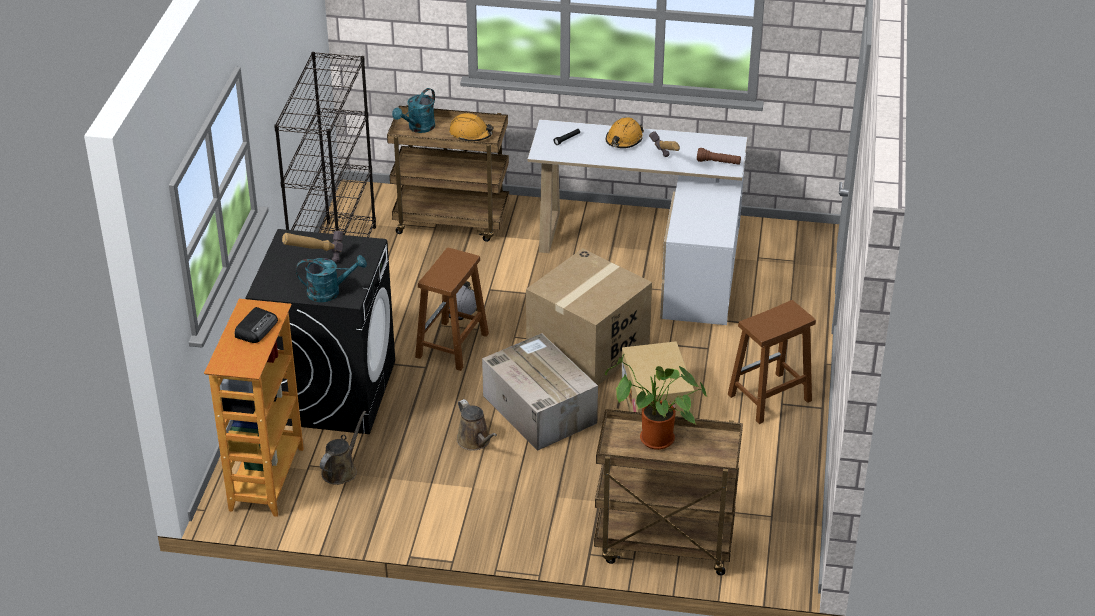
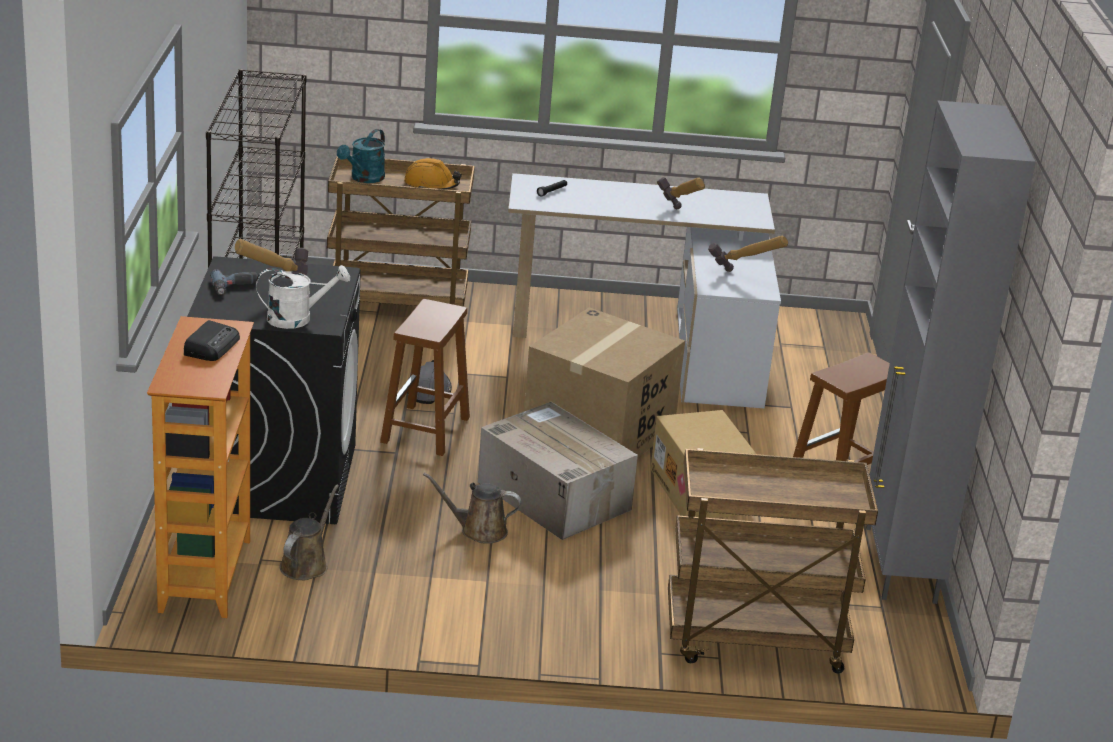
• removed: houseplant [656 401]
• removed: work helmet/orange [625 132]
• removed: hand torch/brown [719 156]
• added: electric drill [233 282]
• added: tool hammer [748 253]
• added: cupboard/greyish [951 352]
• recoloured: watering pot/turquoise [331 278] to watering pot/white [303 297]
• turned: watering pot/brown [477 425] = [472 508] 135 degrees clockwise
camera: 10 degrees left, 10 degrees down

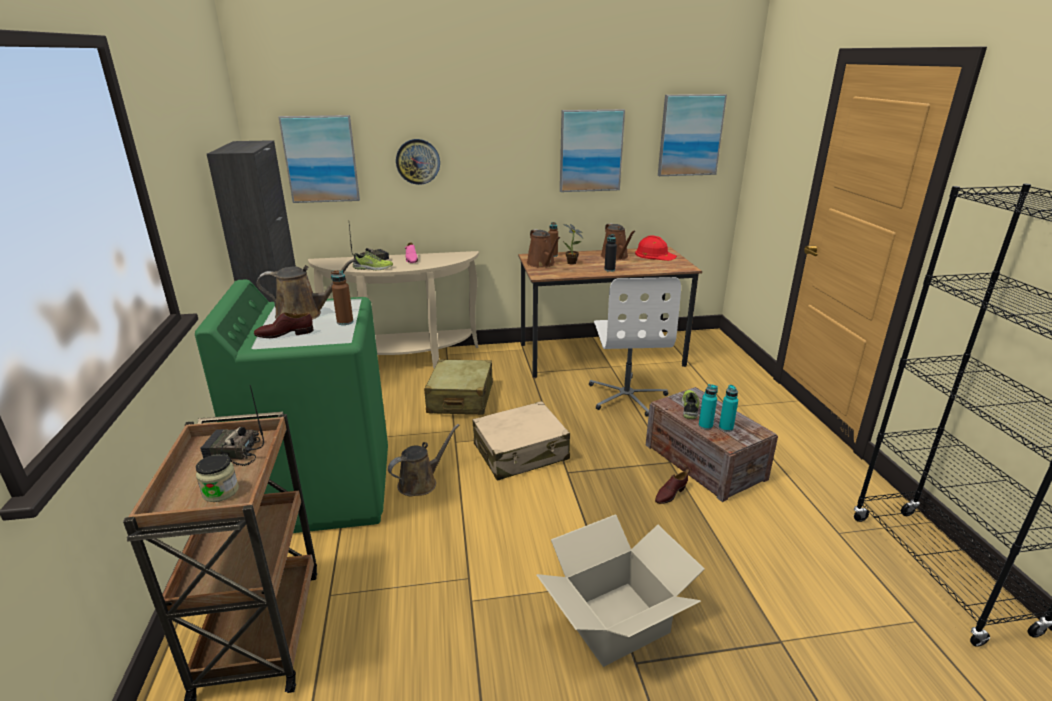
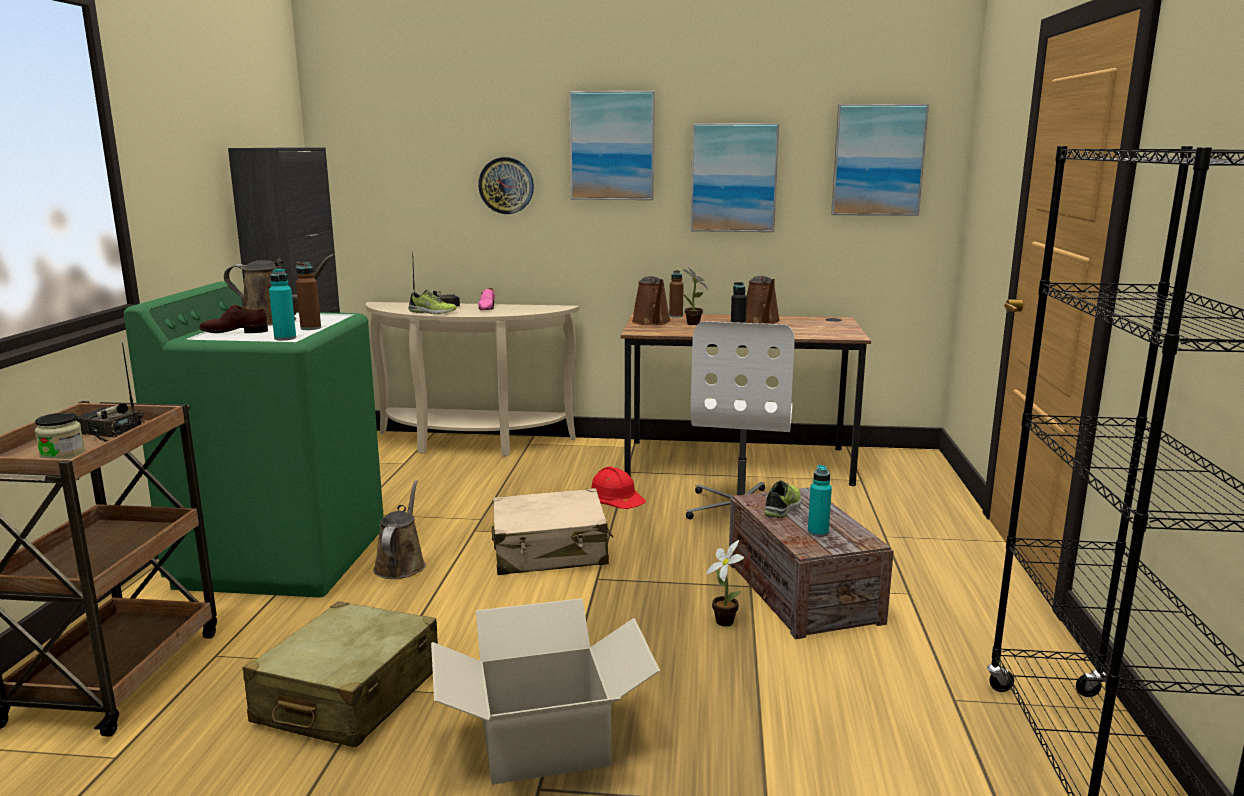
• moved: wall art [319 159] to [612 145]
• moved: travel case/beige [458 387] to [340 674]
• moved: work helmet/reddish [656 248] to [618 487]
• moved: drink bottle/turquoise [708 407] to [282 304]
• replaced: low shoe/brown [671 487] to houseplant [725 583]
• turned: watering pot/brown [423 460] = [399 529] 60 degrees counterclockwise
camera: 15 degrees right, 10 degrees down

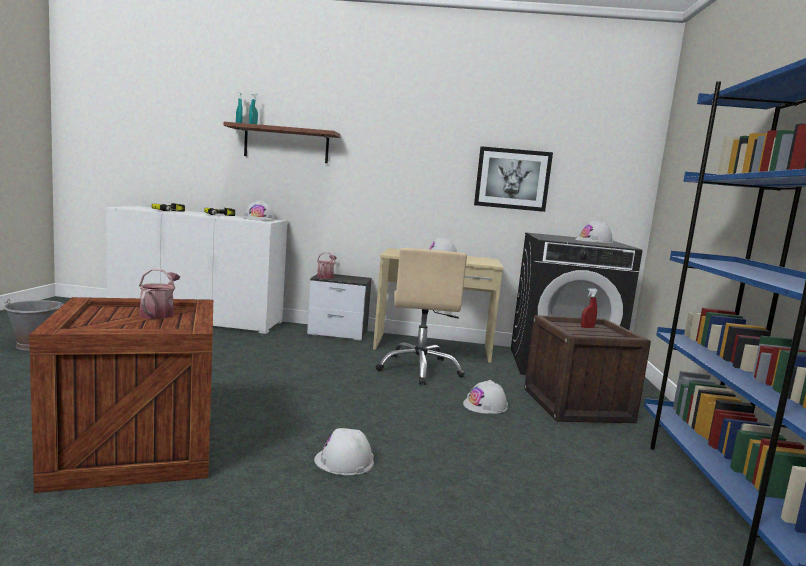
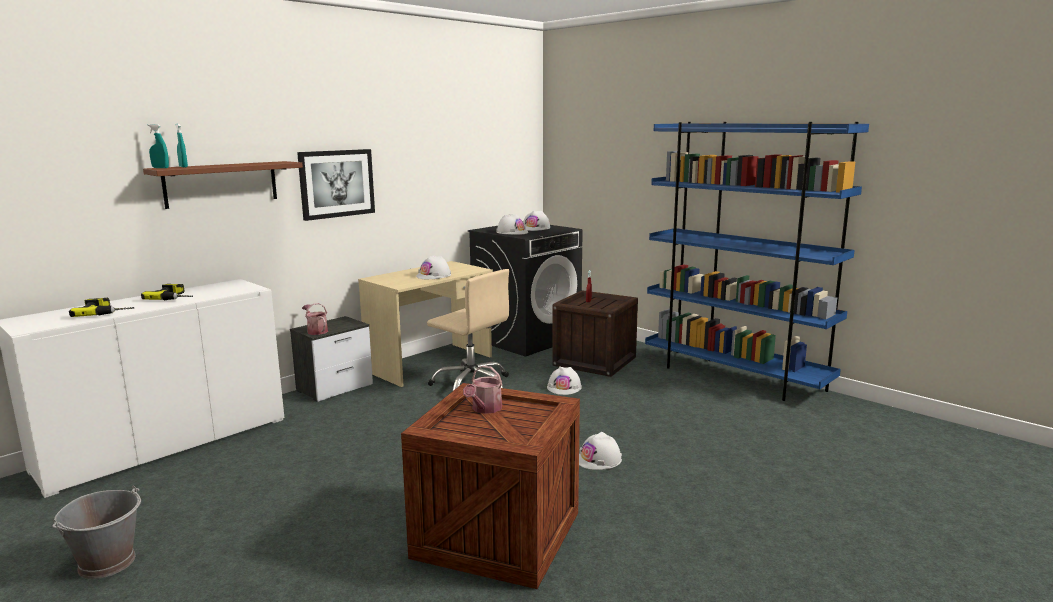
• moved: work helmet/white [259 210] to [512 224]
• moved: wall art [513 179] to [336 185]
• turned: watering pot [159 294] = [482 389] 105 degrees counterclockwise
camera: 50 degrees left, 5 degrees up

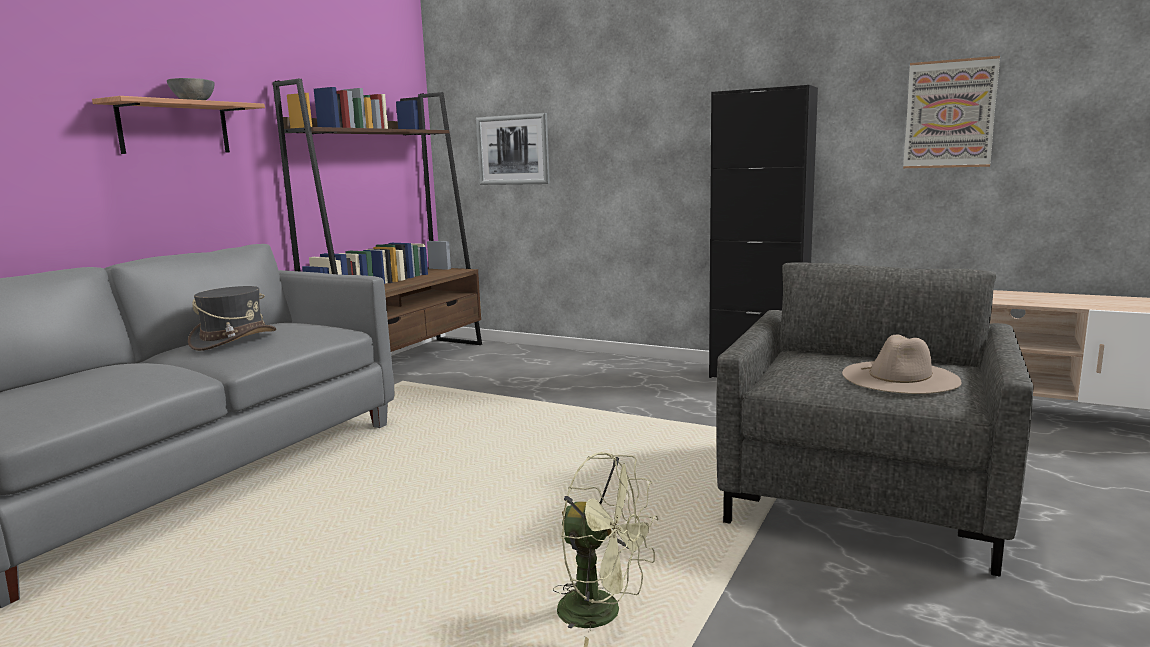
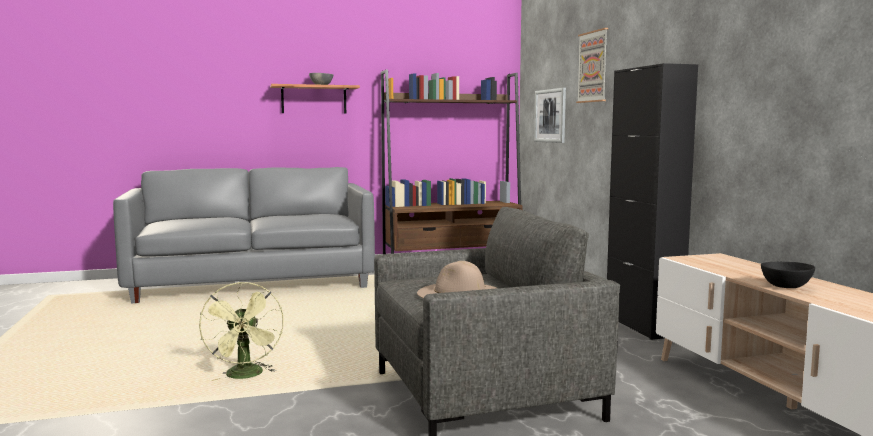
• removed: clothing hat/greyish [232 318]
• added: serving bowl/black [788 275]
• moved: wall art [951 112] to [592 65]
camera: 45 degrees right, 5 degrees down

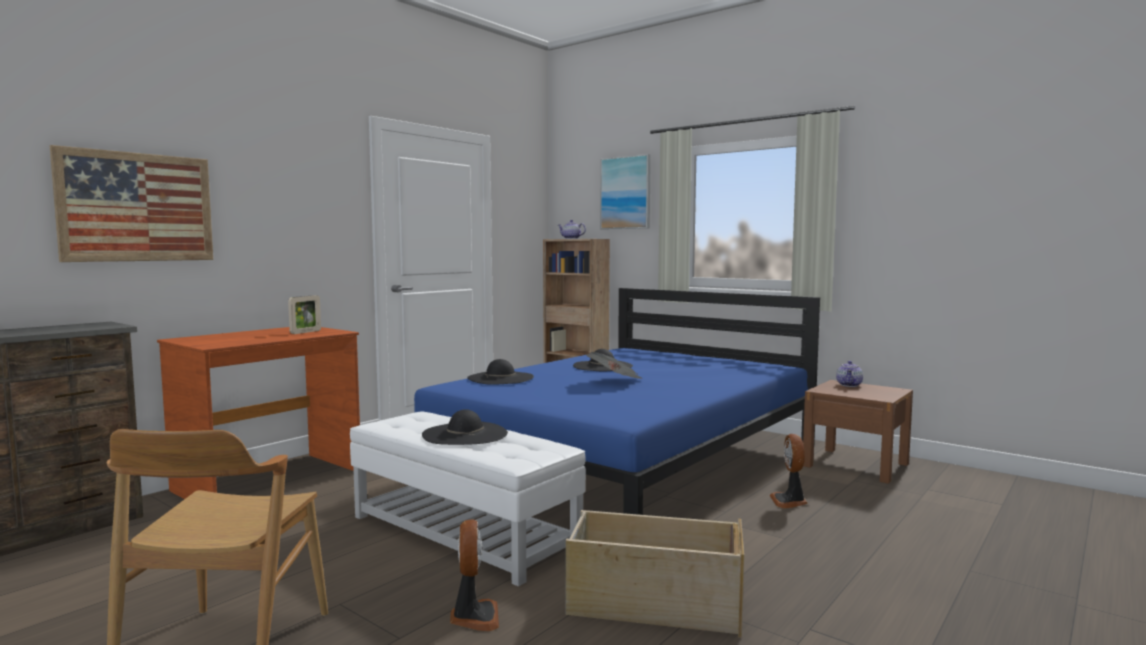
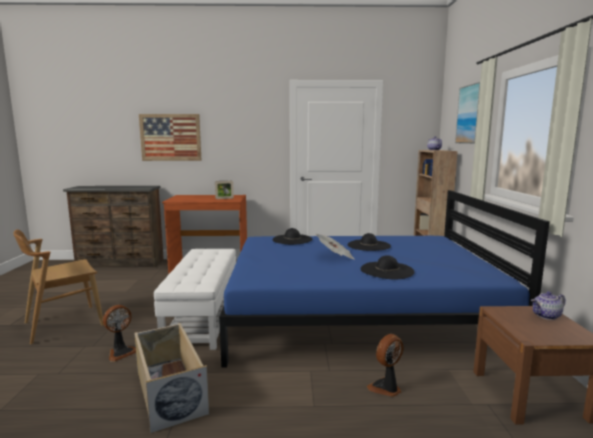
• moved: clothing hat/black [465 427] to [387 267]
camera: 50 degrees right, 5 degrees up

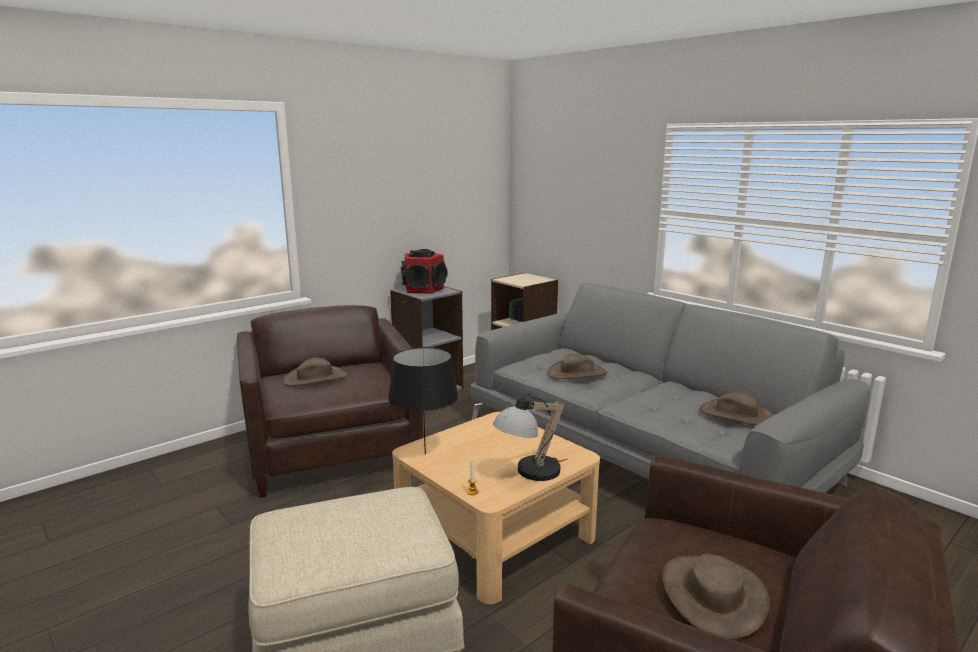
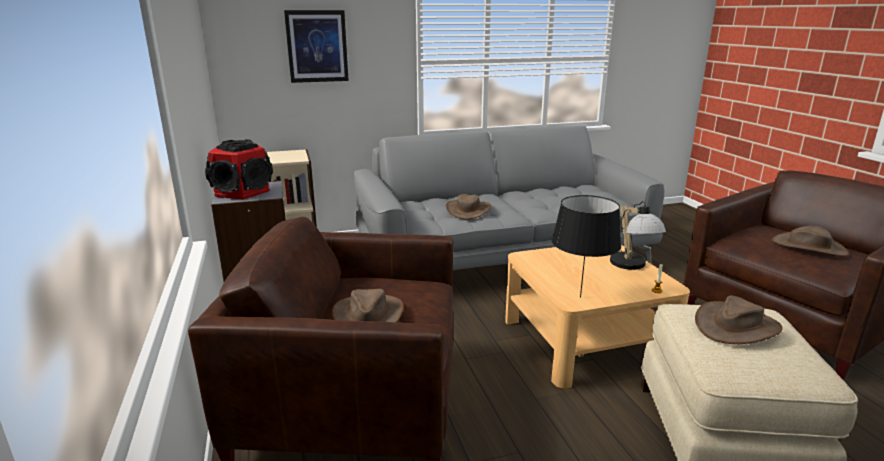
• added: wall art [316 46]
• moved: clothing hat/brown [736 409] to [739 320]
camera: 65 degrees left, 5 degrees up

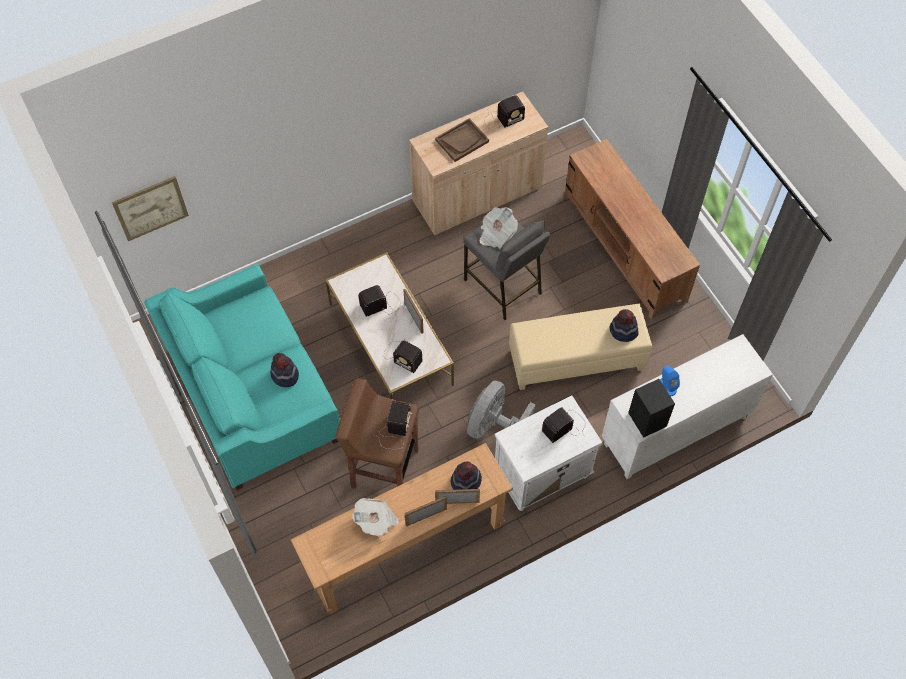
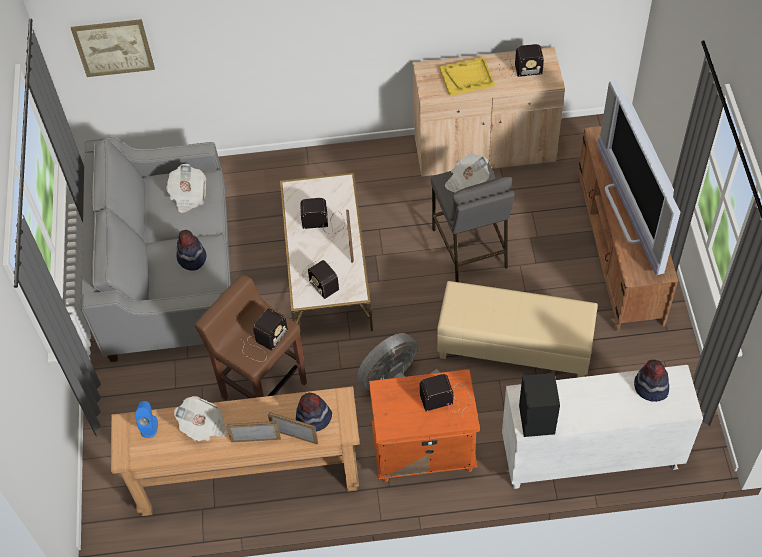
• added: newspaper [186 188]
• added: television [638 177]
• moved: clothing hat [624 325] to [651 381]
• moved: speaker/blue-coloured [670 381] to [146 419]
• recoloured: sofa/turquoise [242 377] to sofa/greyish [156 249]
• recoloured: tray/brown [462 140] to tray/yellow [467 76]
• recoloured: nightstand/white [548 453] to nightstand/orange [424 425]
camera: 25 degrees right, 5 degrees down

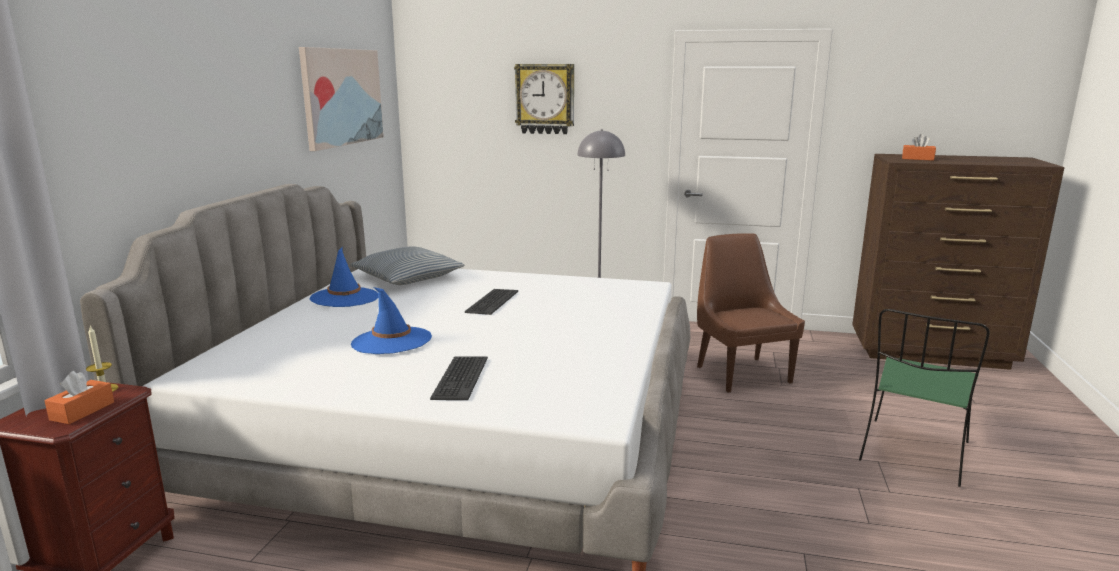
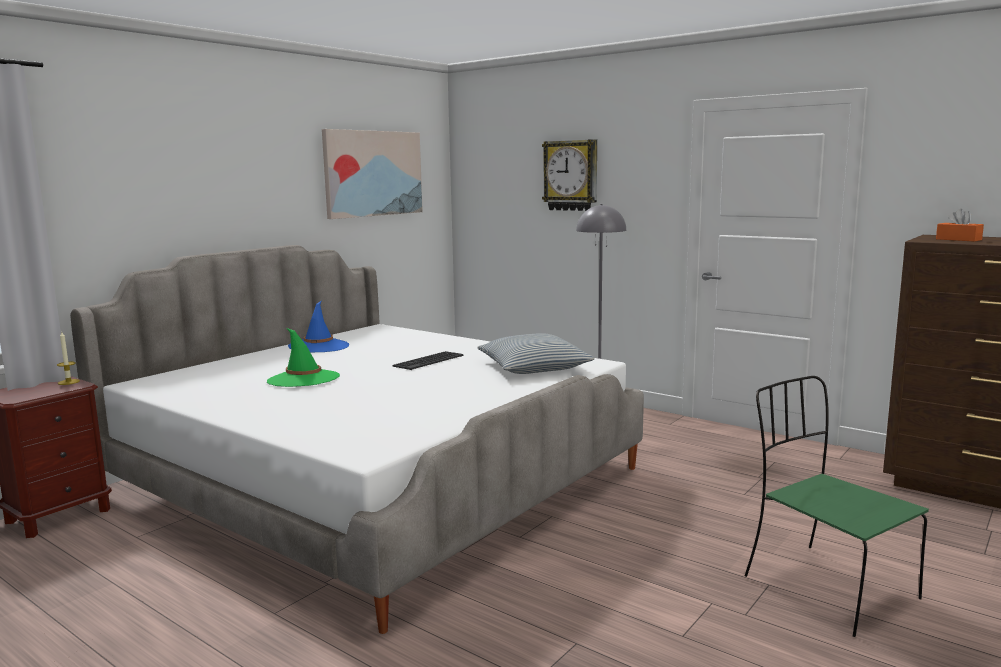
• removed: tissue holder/orange [79 397]
• removed: keyboard [459 378]
• removed: plain chair/brown [751 313]
• moved: pillow [407 265] to [536 353]
• recoloured: clothing hat/blue-coloured [391 320] to clothing hat/greenish [303 357]
• turned: plain chair/greenish [924 398] = [837 506] 90 degrees clockwise
camera: 25 degrees right, 5 degrees down

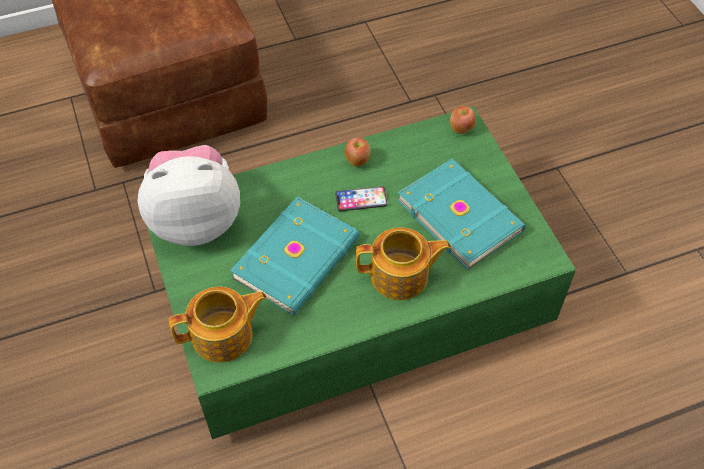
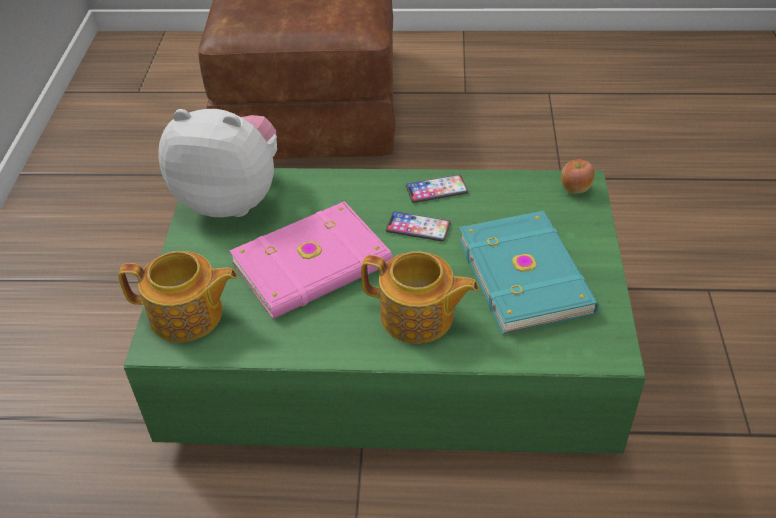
• replaced: apple [357 152] to handset [437 188]
• recoloured: volume/turquoise [295 256] to volume/pink [311 260]
camera: 25 degrees right, 10 degrees down

